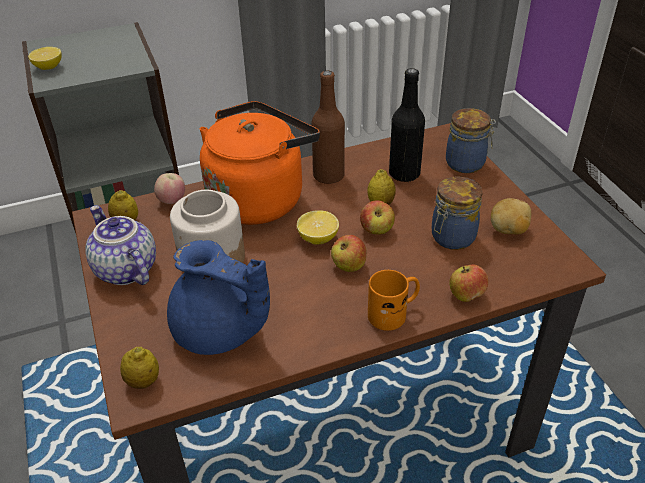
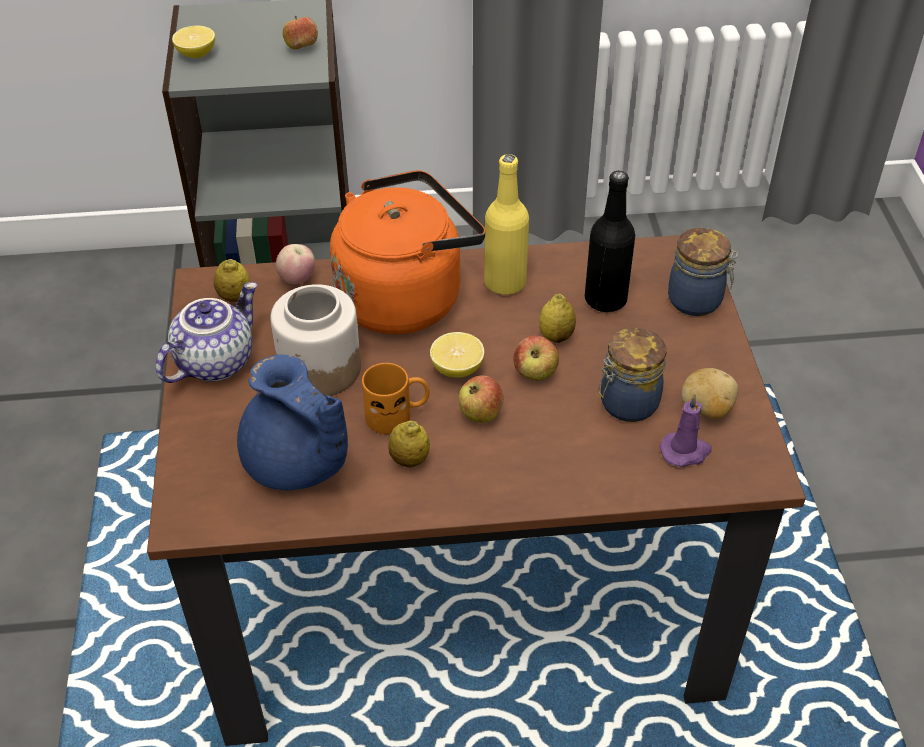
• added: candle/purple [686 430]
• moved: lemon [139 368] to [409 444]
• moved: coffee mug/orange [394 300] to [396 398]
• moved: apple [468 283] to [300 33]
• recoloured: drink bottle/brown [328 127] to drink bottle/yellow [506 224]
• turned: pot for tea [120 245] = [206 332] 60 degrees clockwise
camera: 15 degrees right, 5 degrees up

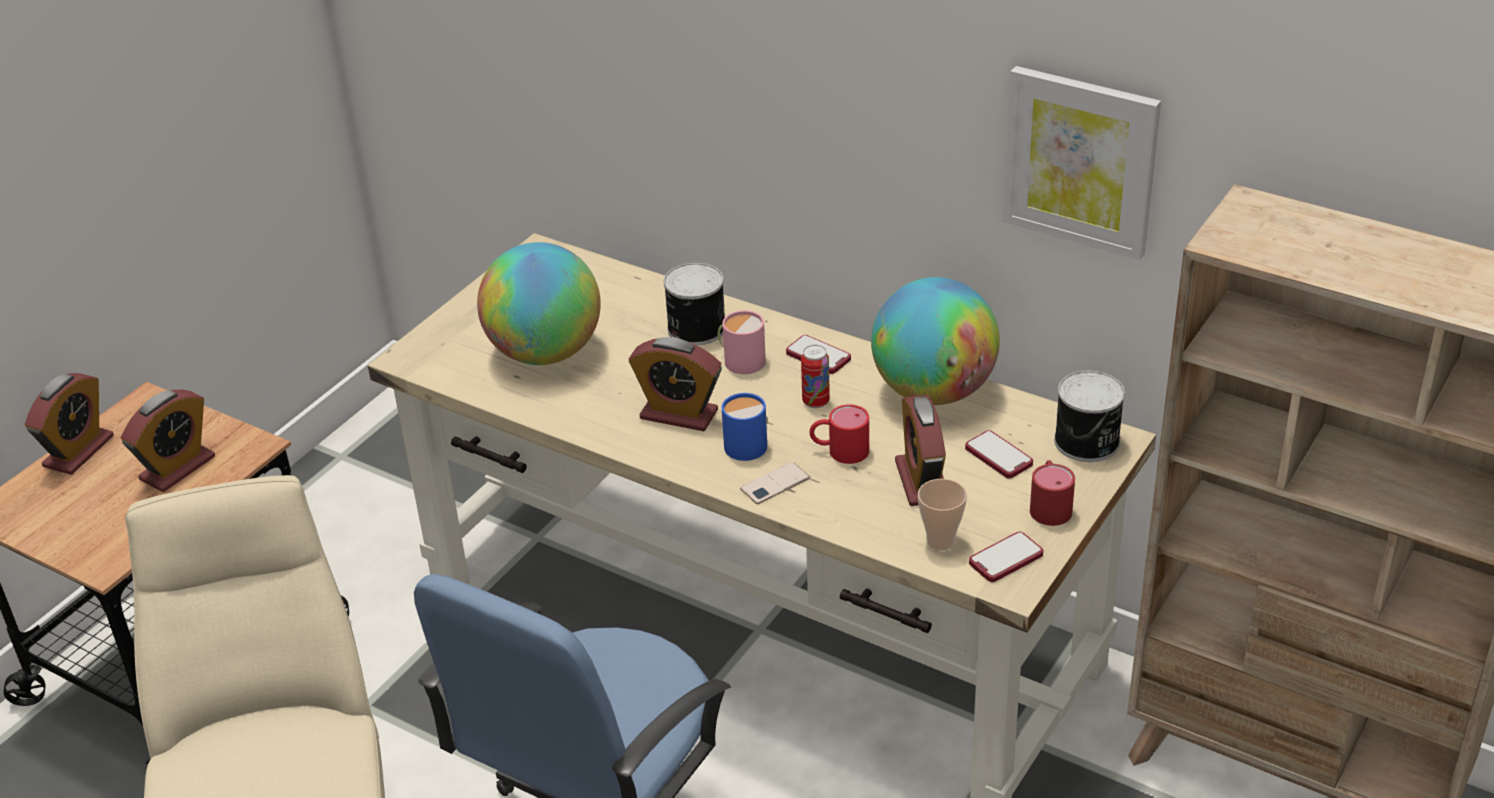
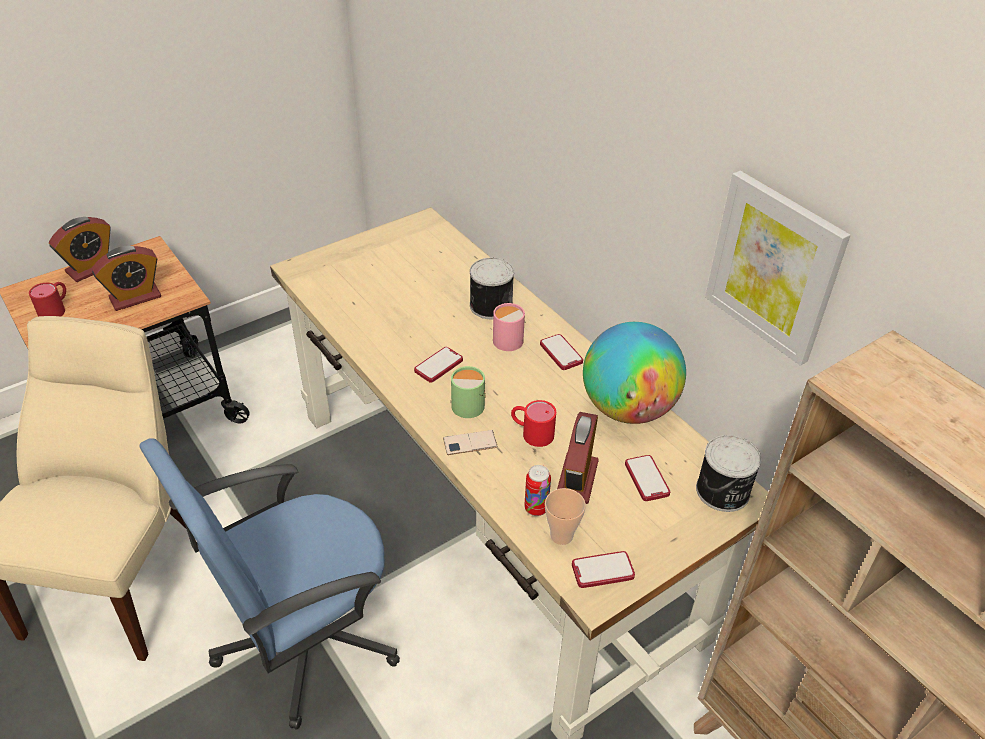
• removed: desk globe [539 303]
• moved: can [815 376] to [537 490]
• moved: coffee mug/reddish [1052 493] to [47 299]
• replaced: bedside clock [675 384] to handset [438 365]
• recoloured: coffee mug/blue-coloured [745 427] to coffee mug/greenish [468 392]
camera: 20 degrees right, 5 degrees up

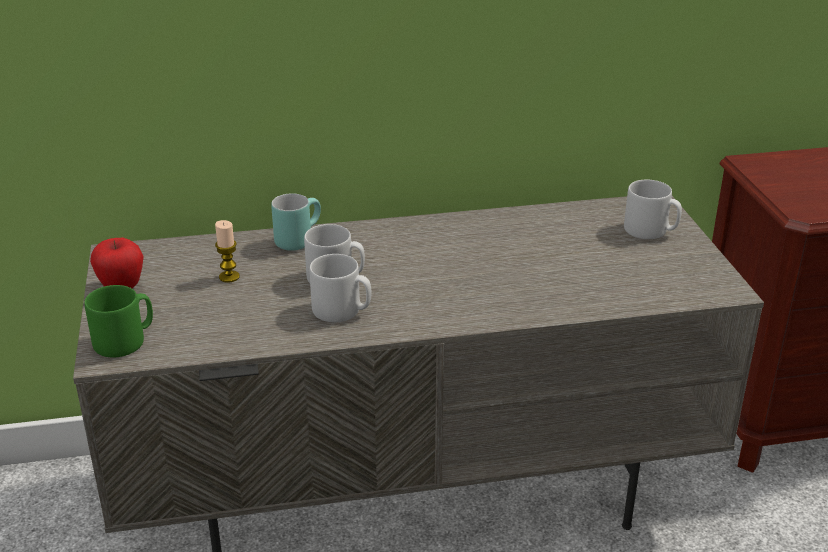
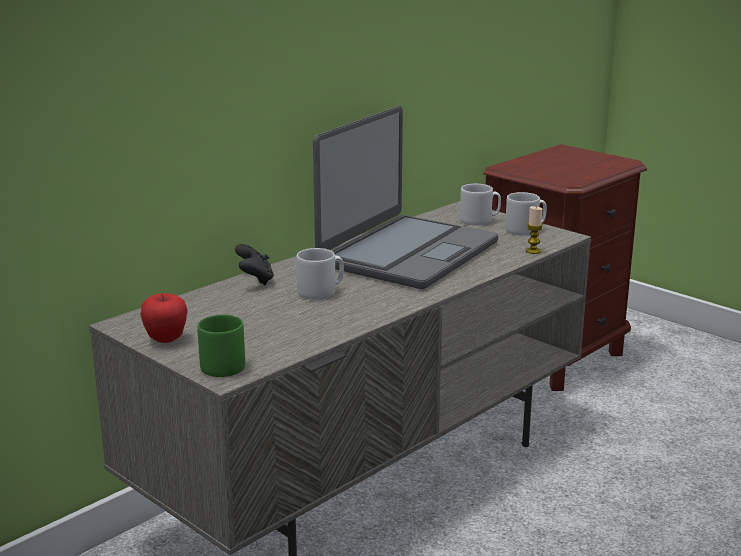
• added: laptop [405 197]
• moved: candle [227 251] to [534 230]
• moved: coffee mug/greyish [340 288] to [526 213]
• replaced: coffee mug/turquoise [296 222] to game controller/black [254 264]
camera: 35 degrees left, 10 degrees down

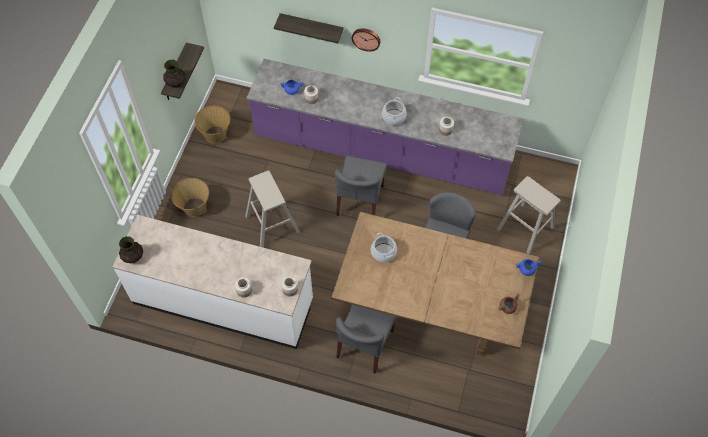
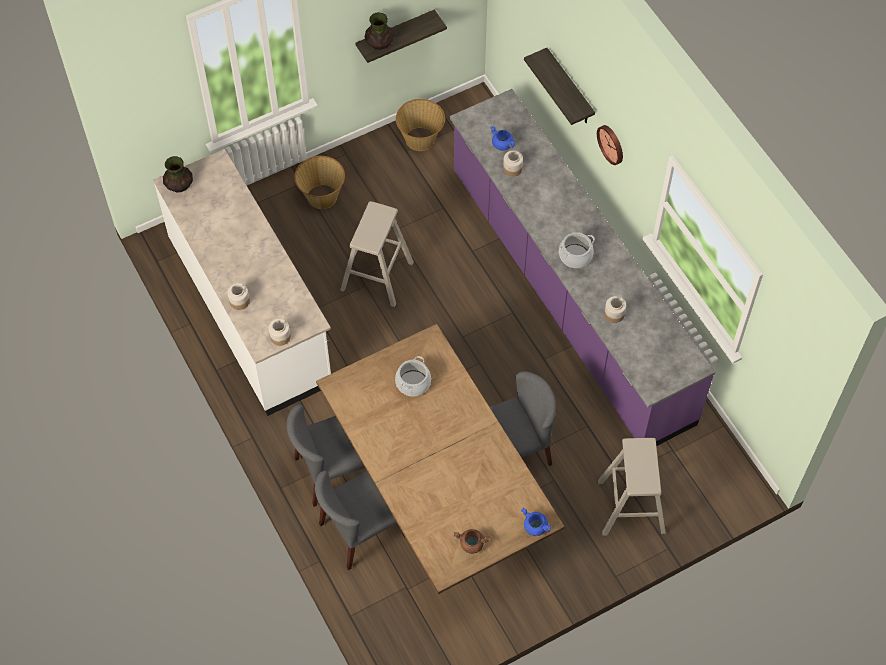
• moved: plain chair/greyish [361 186] to [360 520]
camera: 45 degrees right, 0 degrees up

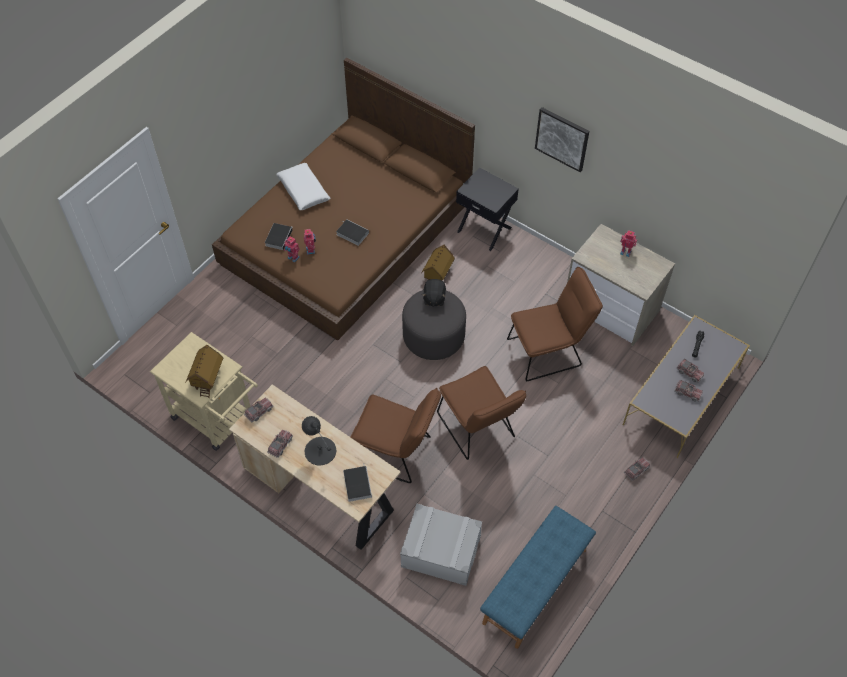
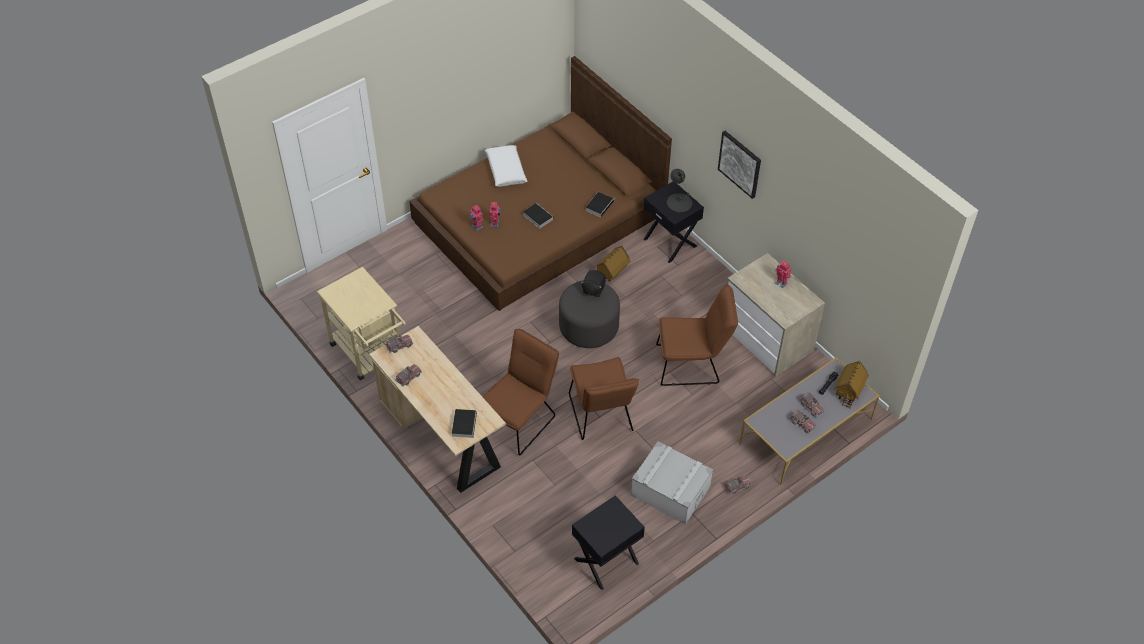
• moved: model house [204 371] to [851 385]
• moved: volume [278 236] to [600 204]
• moved: table lamp/black [319 440] to [679 190]
• moved: storage bin/greyish [441 545] to [672 483]
• replaced: long seat/blue-coloured [538 577] to nightstand/black [608 542]
• turned: plain chair/brown [395 435] = [520 392] 90 degrees counterclockwise
camera: 15 degrees right, 5 degrees down

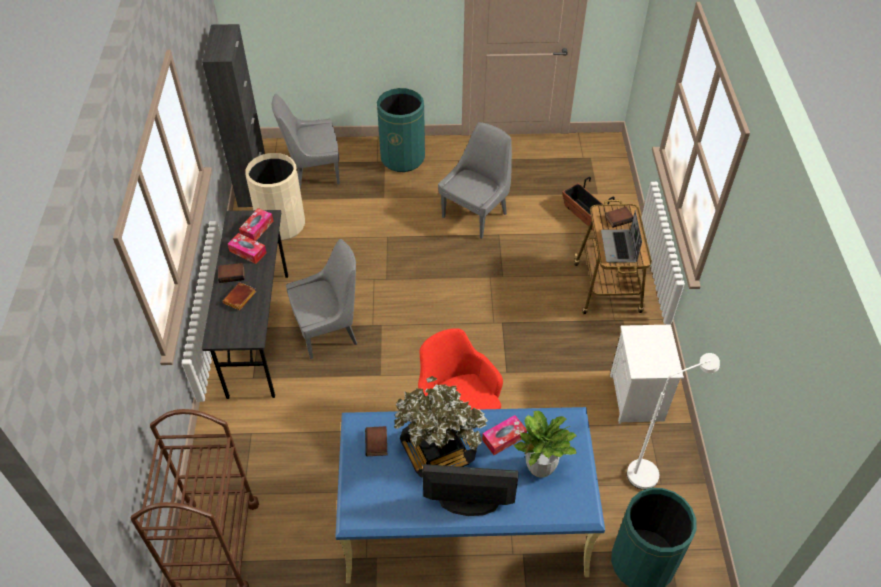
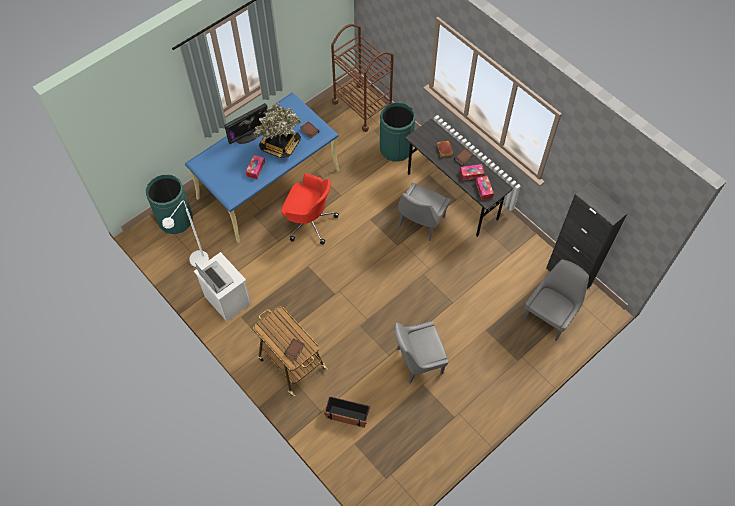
• removed: rubbish bin/beige [275 197]
• removed: houseplant [545 444]
• moved: rubbish bin/greenish [401 130] to [397 132]
• moved: laptop [621 236] to [214 277]
• turned: plain chair/greyish [475 180] = [421 352] 75 degrees clockwise
camera: 140 degrees right, 10 degrees up

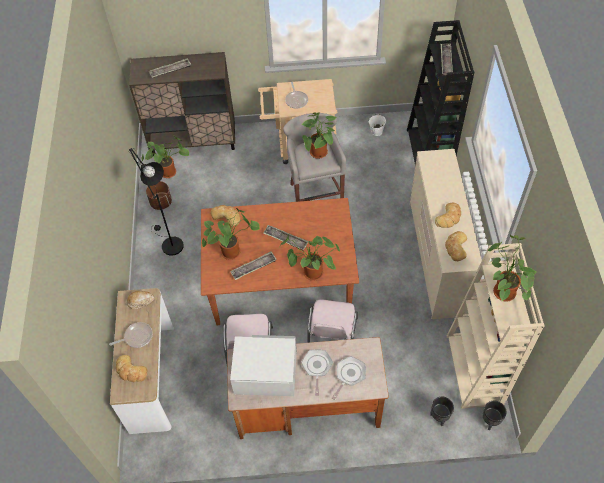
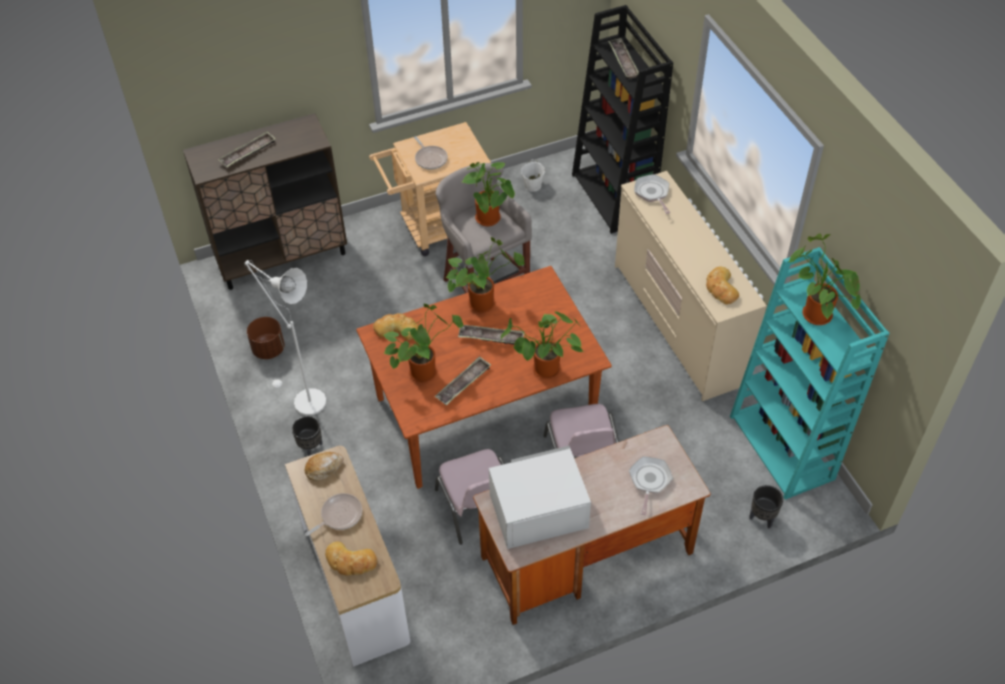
• removed: bread [448 215]
• moved: houseplant [165 157] to [485 275]
• moved: pan [317 373] to [652 194]
• moved: planter/black [494 415] to [307 436]
• recoloured: standing lamp/black [156 202] to standing lamp/white [285 338]
• recoloured: bookshelf/beige [496 326] to bookshelf/turquoise [809 373]
camera: 20 degrees left, 5 degrees down

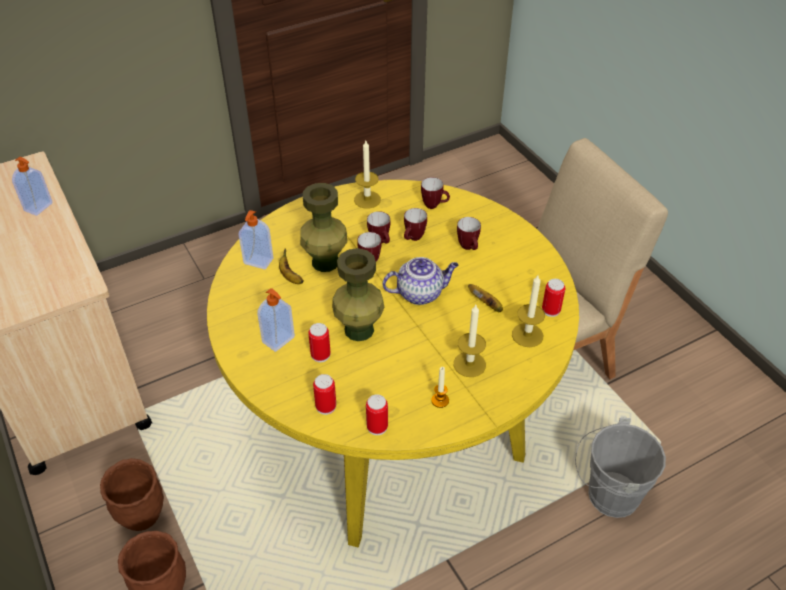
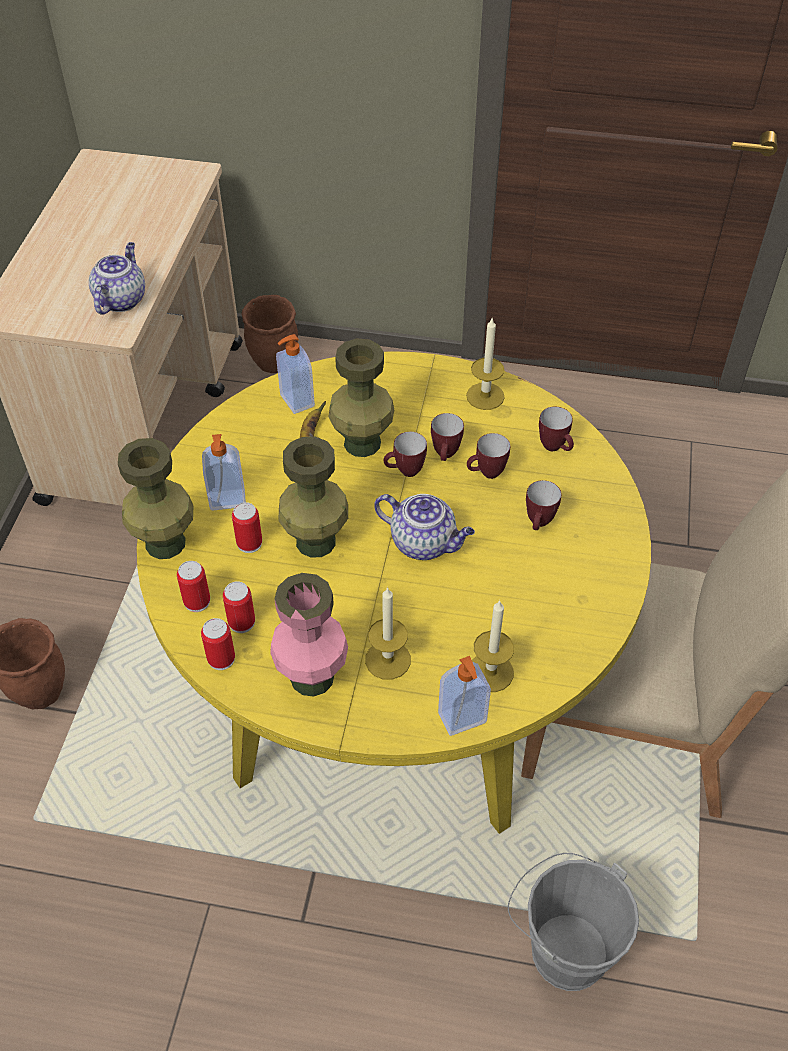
• removed: banana fruit [485 298]
• added: pot for tea [117 278]
• added: vase/greenish [156 498]
• moved: soap bottle [32 186] to [464 696]
• moved: planter/brown [132 494] to [269 334]
• moved: can [553 298] to [239 607]
• replaced: candle [440 387] to vase/pink [309 635]
camera: 40 degrees right, 5 degrees up

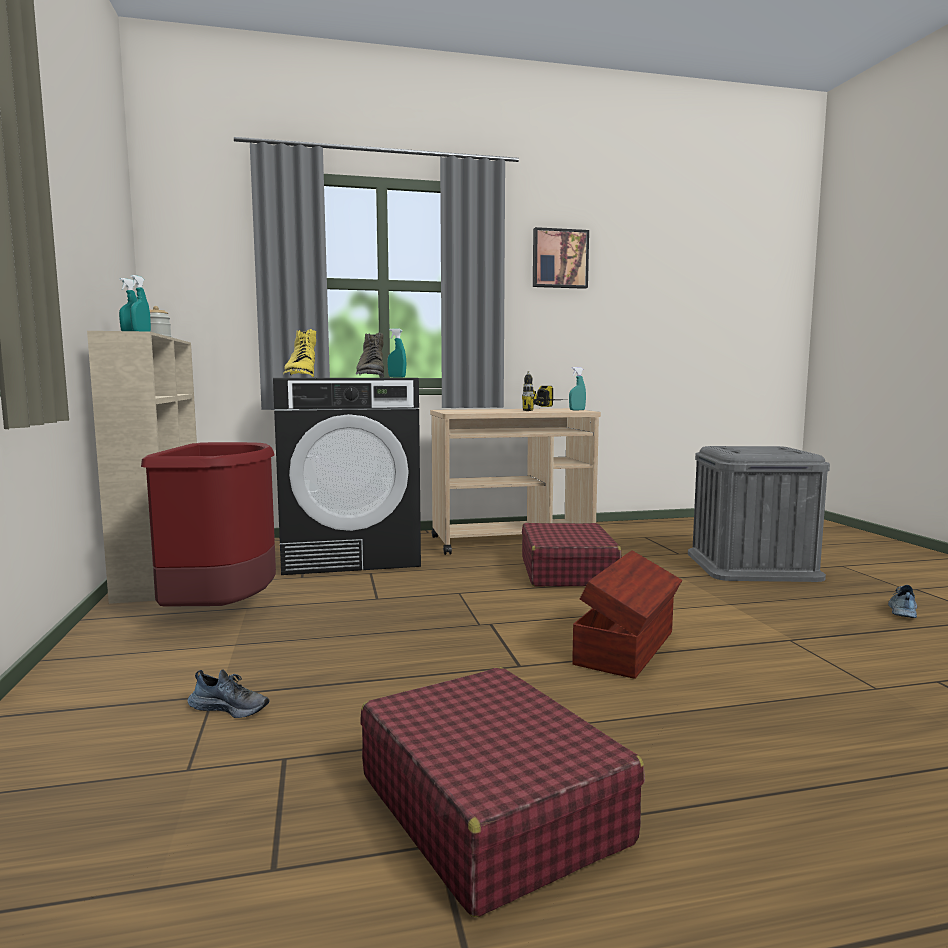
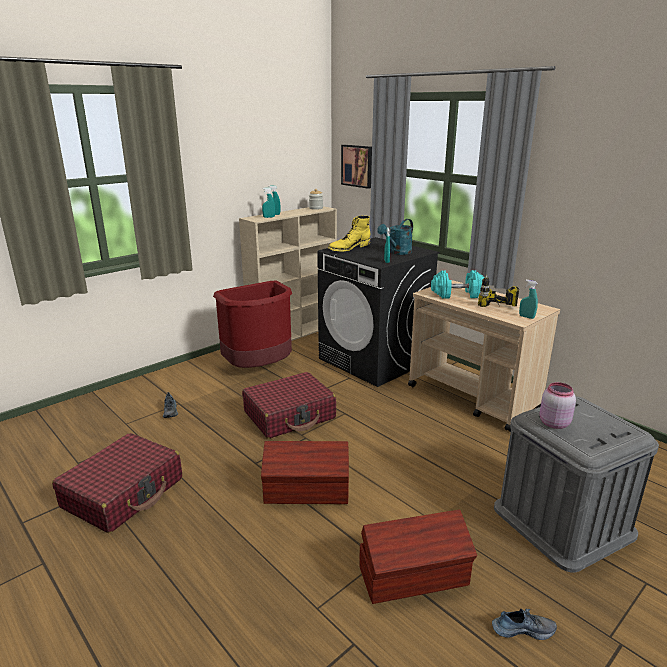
• added: storage bin/brown [418 557]
• added: free weight/turquoise [457 284]
• added: preserve jar/pink [558 405]
• moved: travel case/reddish [571 554] to [289 405]
• moved: wall art [561 258] to [356 167]
• replaced: boot/greenish [370 354] to watering pot/turquoise [395 237]
camera: 60 degrees right, 15 degrees up

